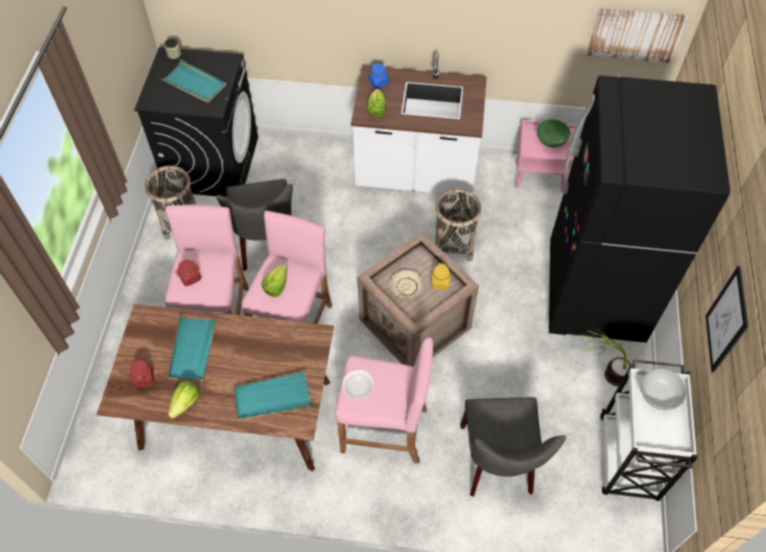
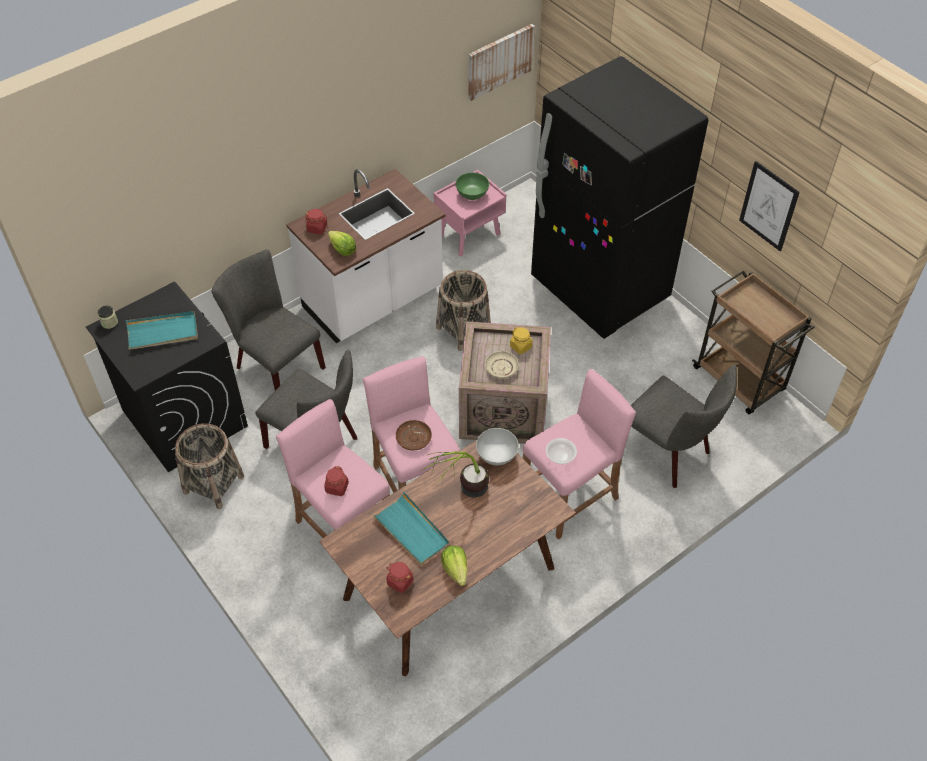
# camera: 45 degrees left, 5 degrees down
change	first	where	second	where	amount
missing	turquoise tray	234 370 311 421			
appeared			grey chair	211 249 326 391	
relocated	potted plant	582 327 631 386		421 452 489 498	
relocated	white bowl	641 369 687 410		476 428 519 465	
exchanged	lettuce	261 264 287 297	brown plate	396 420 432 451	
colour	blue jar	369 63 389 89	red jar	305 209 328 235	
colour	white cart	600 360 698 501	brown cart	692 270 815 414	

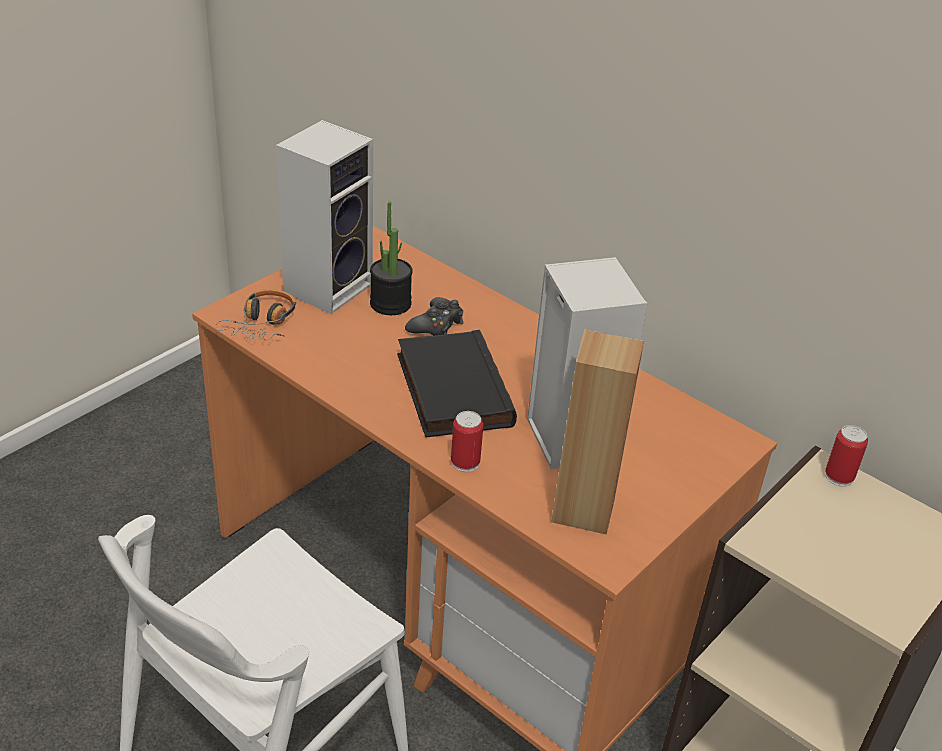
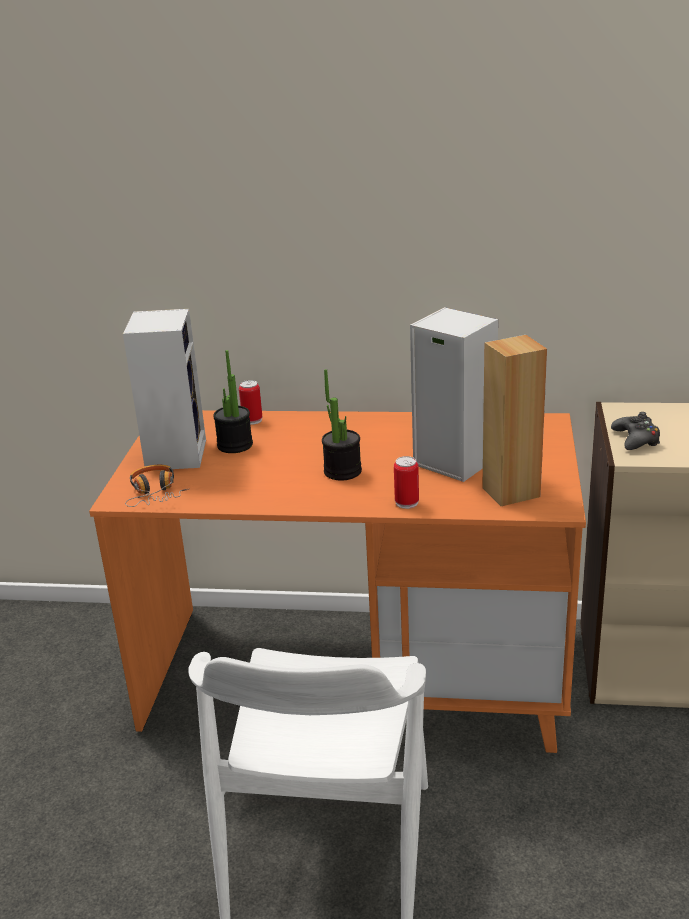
# camera: 30 degrees left, 10 degrees down
change	first	where	second	where	amount
relocated	black game controller	405 297 464 336		611 412 660 450	
relocated	can	825 425 868 487		239 380 262 425	
exchanged	black book	397 330 517 437	potted plant	322 369 362 481	

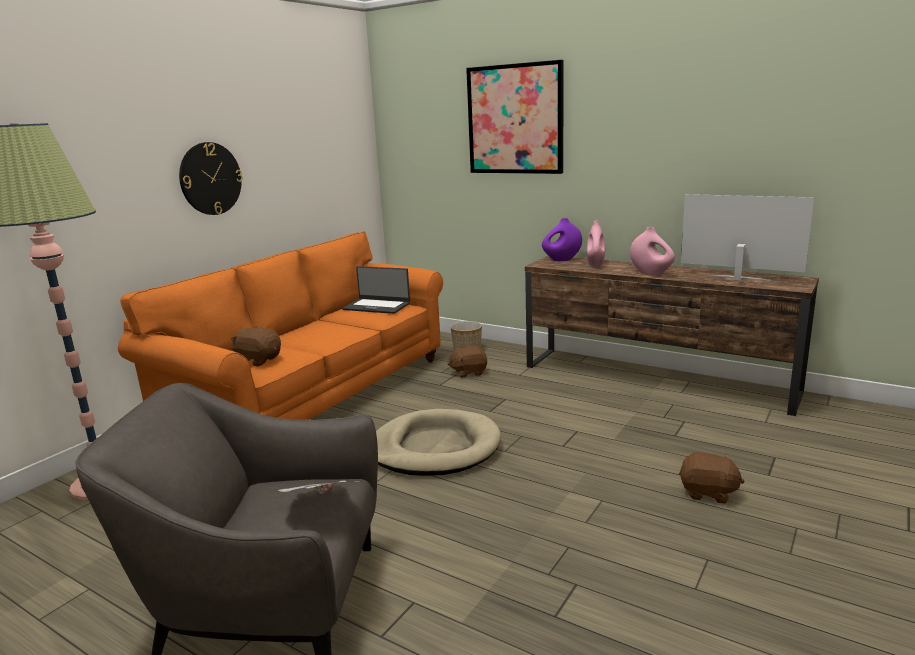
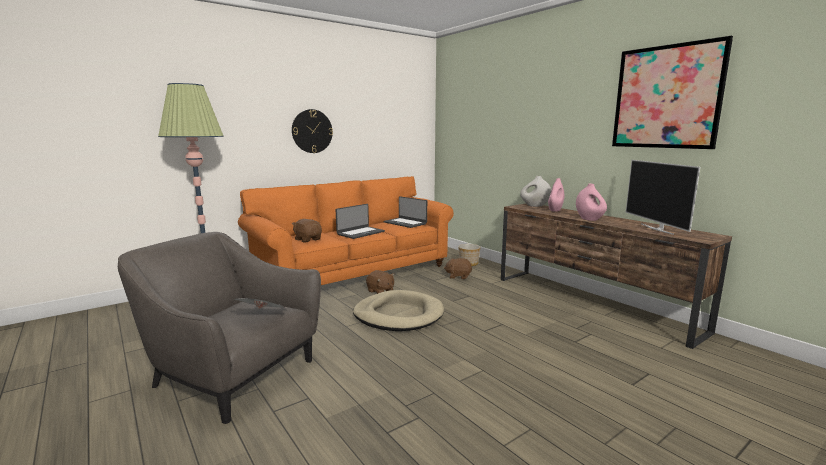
# camera: 20 degrees right, 5 degrees down
change	first	where	second	where	amount
appeared			laptop	336 204 385 239	
relocated	picture	466 60 564 174		612 36 733 149	
relocated	brown plush toy	679 452 745 504		366 270 395 294	
colour	purple vase	542 218 582 261	white vase	520 176 552 207	
spun	television	681 194 814 281		626 160 700 235	150 degrees counterclockwise

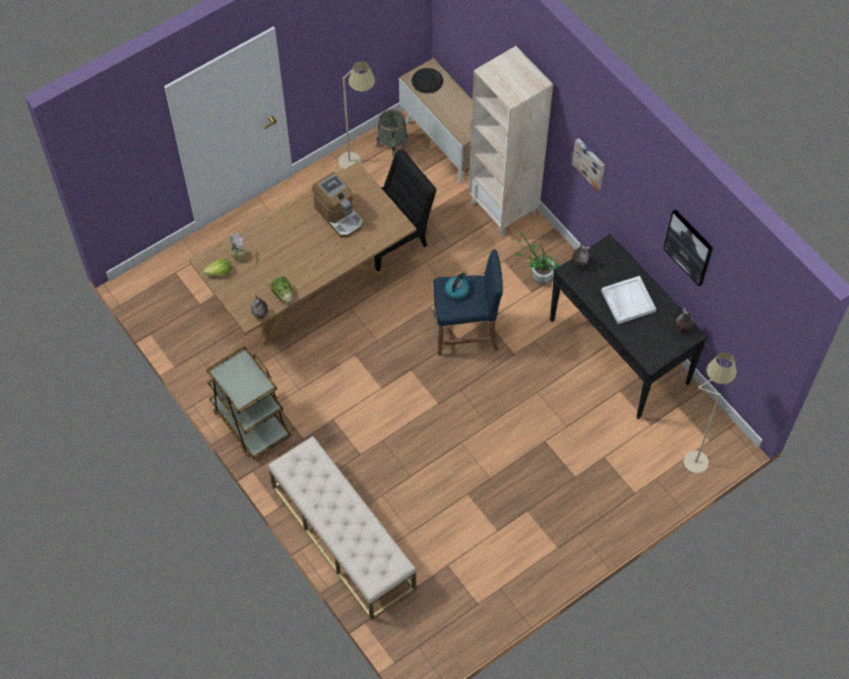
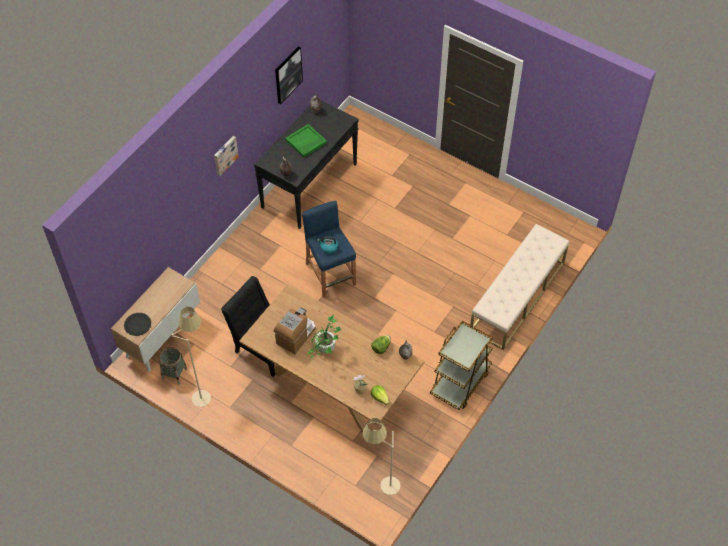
# camera: 110 degrees left, 5 degrees down
change	first	where	second	where	amount
missing	beige bookcase	469 46 553 237			
relocated	potted plant	514 228 561 284		307 315 342 358	
relocated	beige floor lamp	684 352 737 473		363 418 401 495	
colour	white tray	601 276 657 324	green tray	285 124 327 158	

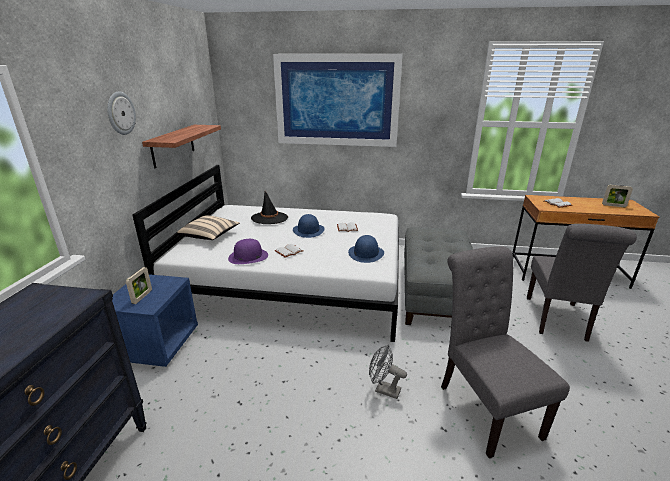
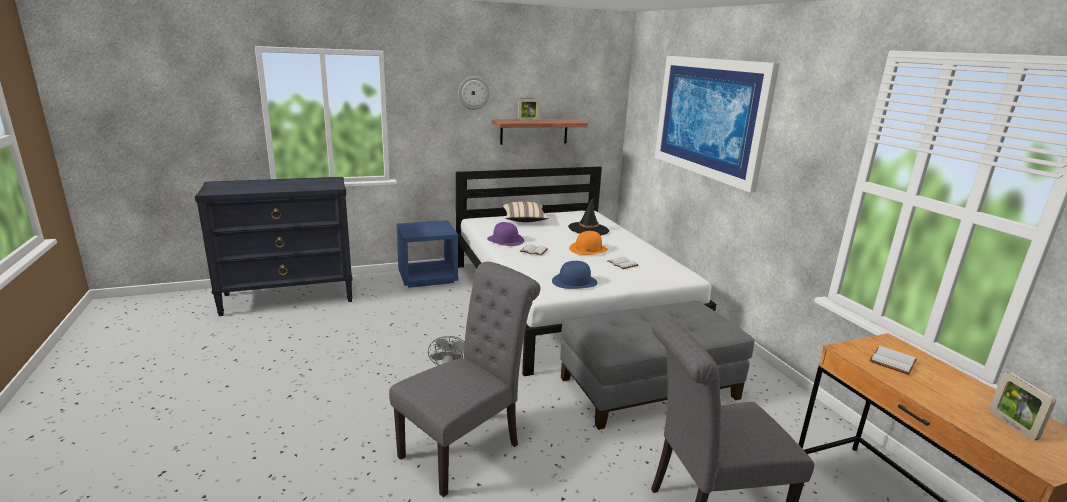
# camera: 60 degrees right, 5 degrees down
change	first	where	second	where	amount
relocated	picture frame	126 267 152 304		518 98 540 121	
colour	blue hat	293 214 325 238	orange hat	569 231 608 255	

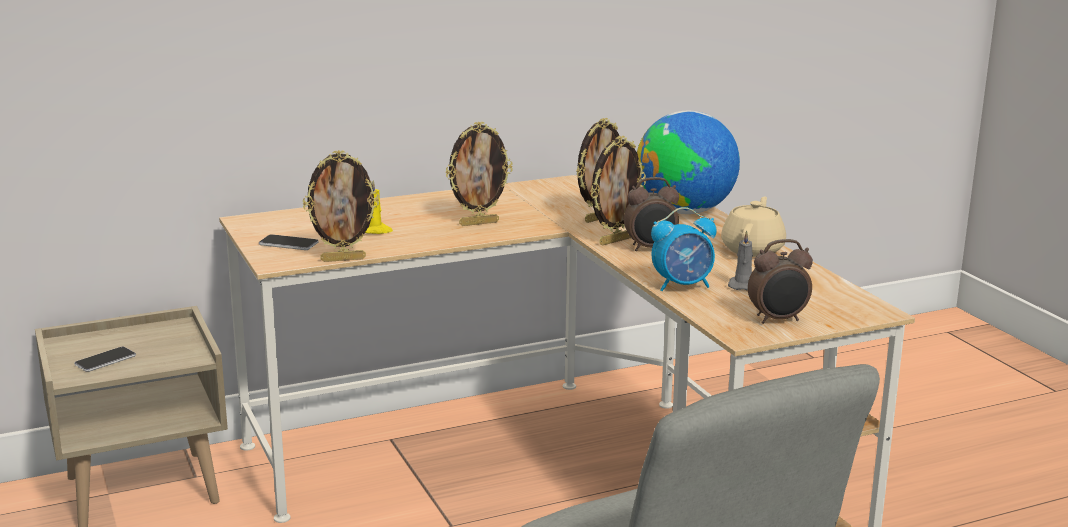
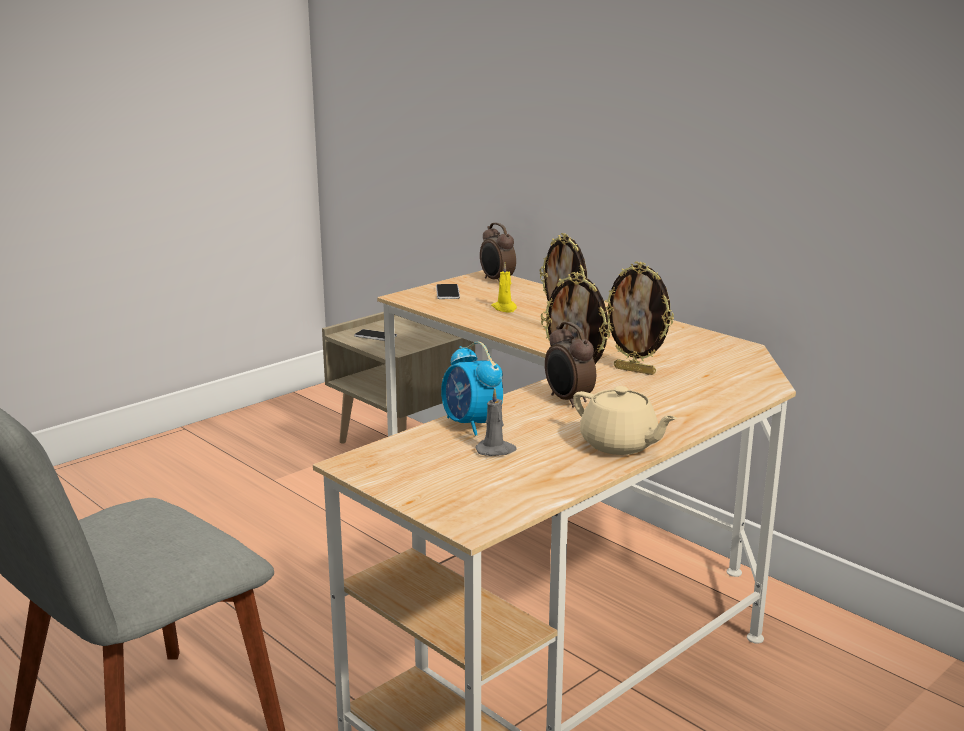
# camera: 70 degrees right, 0 degrees up
change	first	where	second	where	amount
missing	picture frame	303 150 379 262			
missing	globe	637 111 740 214			
relocated	alarm clock	748 239 813 324		480 223 516 281	
spun	beige teapot	721 197 786 257		573 386 677 455	45 degrees clockwise

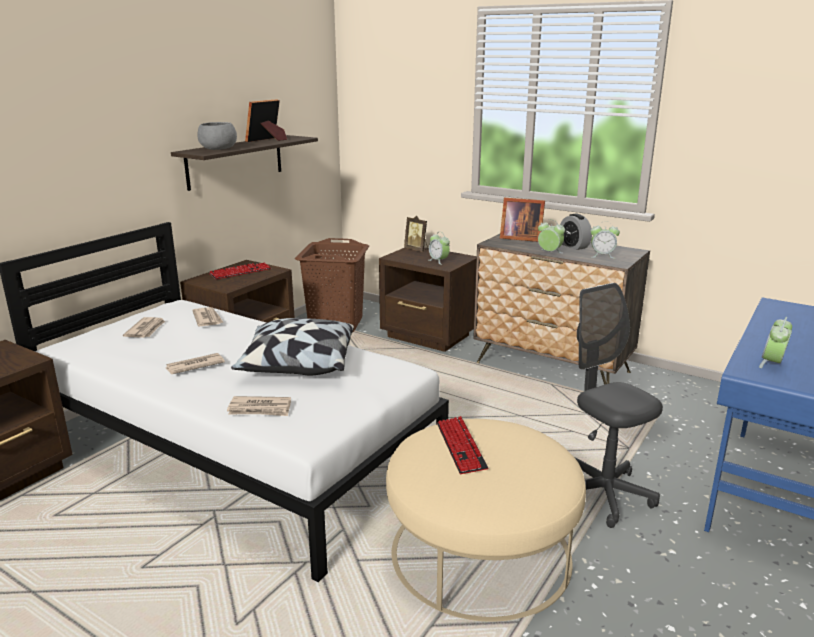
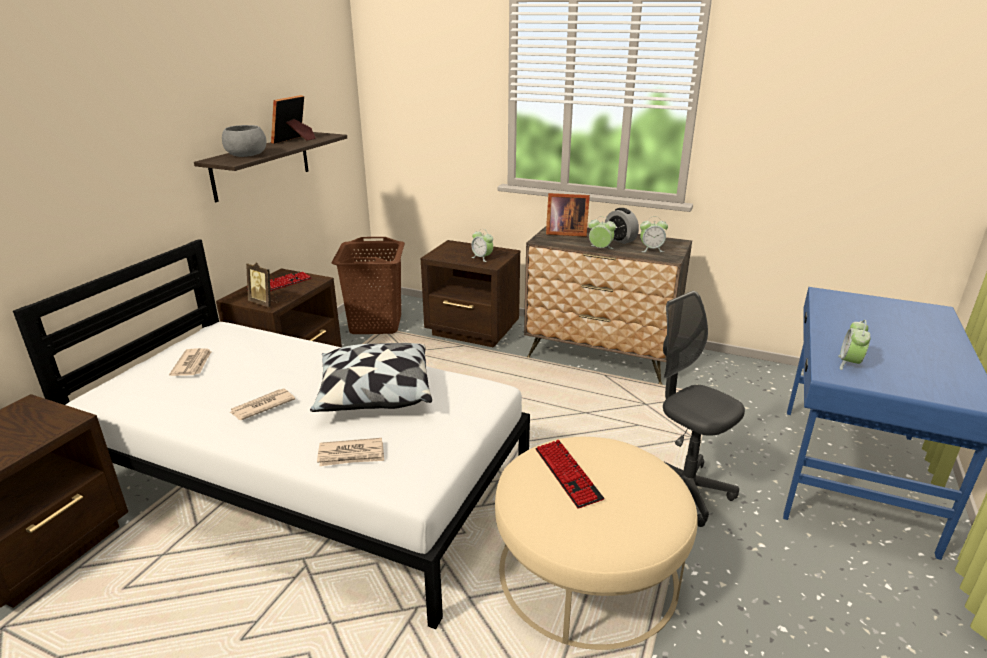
# camera: 10 degrees left, 5 degrees up
change	first	where	second	where	amount
missing	newspaper	192 307 224 326			
relocated	picture frame	404 215 428 252		246 262 279 307	

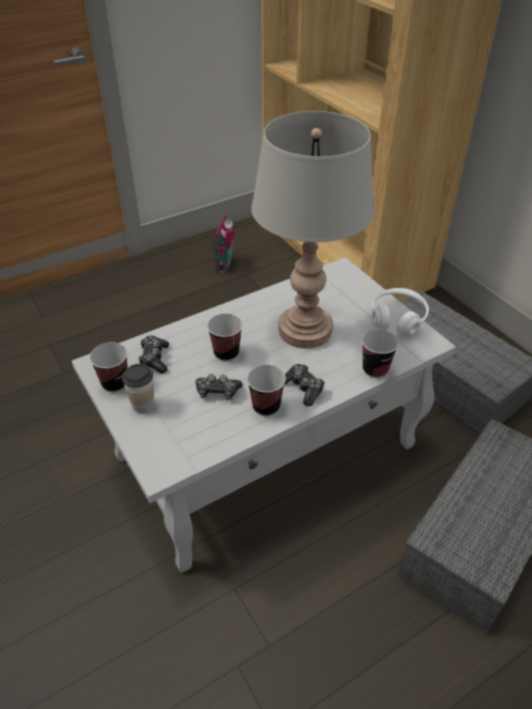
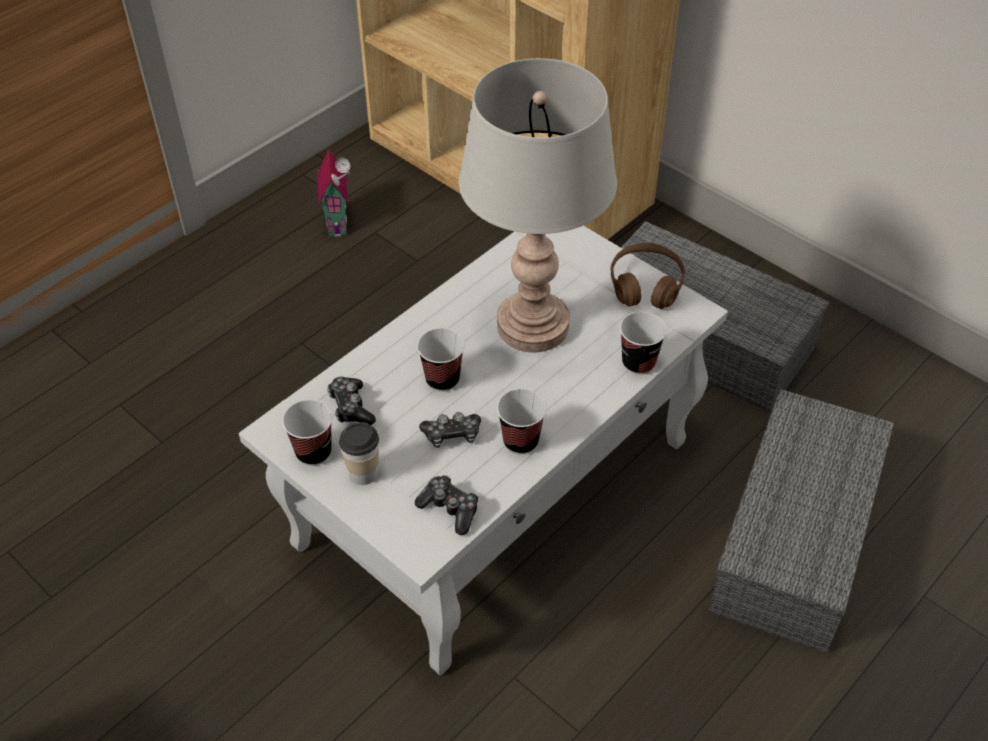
# camera: 15 degrees left, 5 degrees up
change	first	where	second	where	amount
relocated	game controller	285 364 325 406		415 475 478 535	
colour	white headphones	372 288 429 336	brown headphones	611 243 685 309	

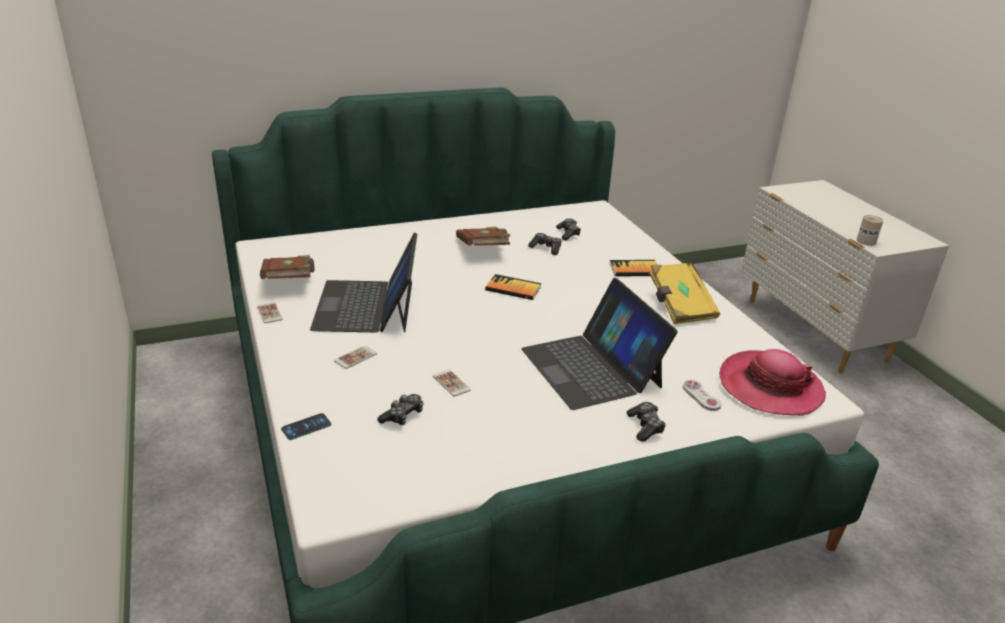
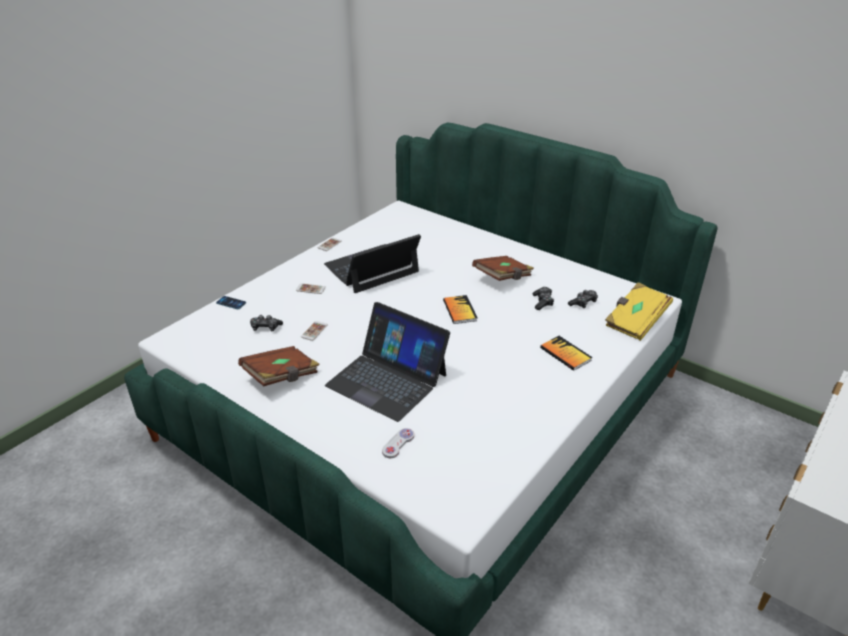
# camera: 60 degrees right, 5 degrees up
change	first	where	second	where	amount
missing	game controller	627 402 666 442			
missing	hat	720 349 826 416			
missing	can	857 215 883 246			
relocated	brown book	260 255 315 279		238 346 320 386	
relocated	yellow book	649 263 720 324		605 282 673 341	
spun	laptop	521 278 678 410		325 302 450 422	90 degrees counterclockwise

